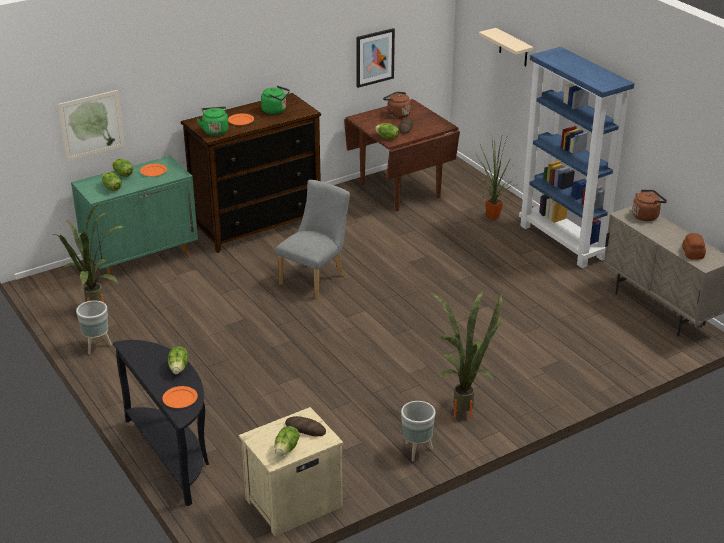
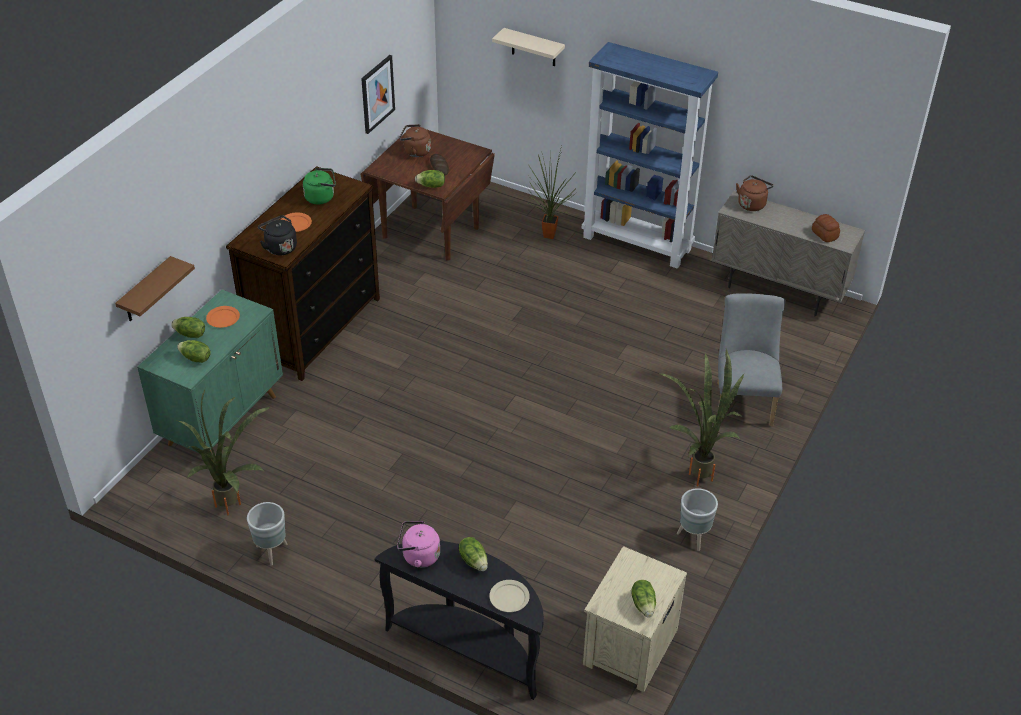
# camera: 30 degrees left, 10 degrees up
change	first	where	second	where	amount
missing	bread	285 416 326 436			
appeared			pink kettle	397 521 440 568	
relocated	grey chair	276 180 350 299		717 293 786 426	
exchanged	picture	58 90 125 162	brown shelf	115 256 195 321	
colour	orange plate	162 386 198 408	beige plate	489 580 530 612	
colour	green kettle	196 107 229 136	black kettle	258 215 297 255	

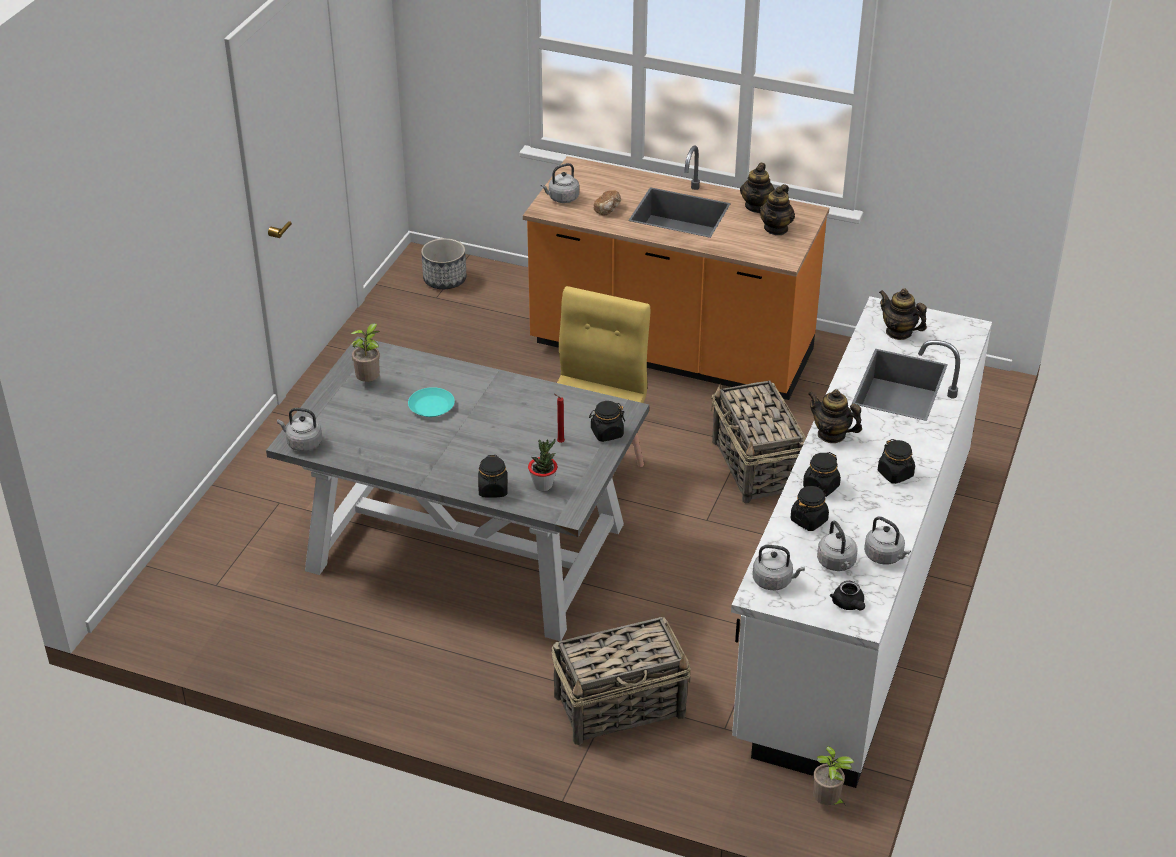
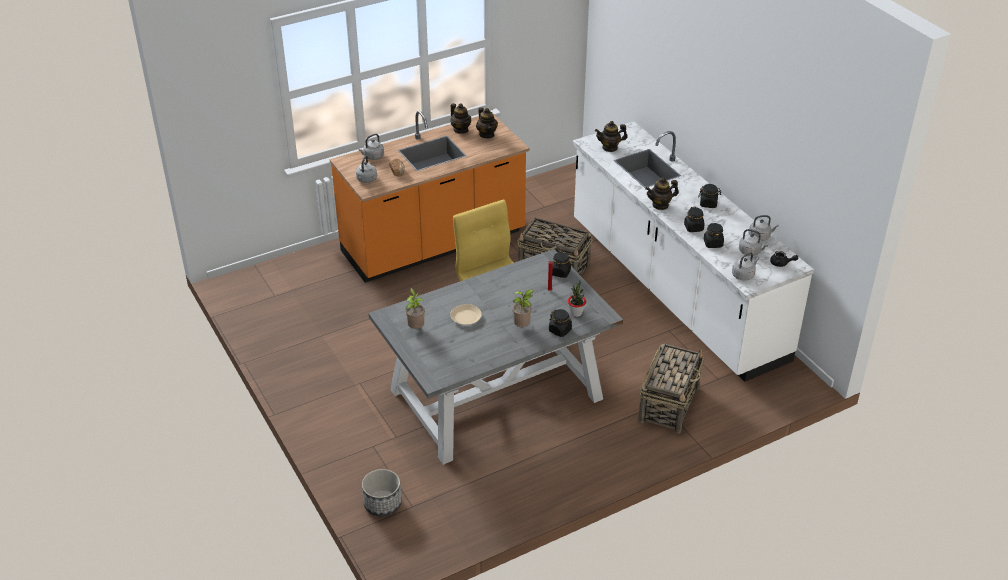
# camera: 50 degrees left, 0 degrees up
change	first	where	second	where	amount
relocated	grey kettle	277 408 322 452		358 134 384 160	
relocated	planter	421 238 467 289		362 469 402 516	
relocated	potted plant	813 746 854 806		512 289 534 327	
colour	turquoise plate	408 387 455 417	beige plate	450 304 482 325	

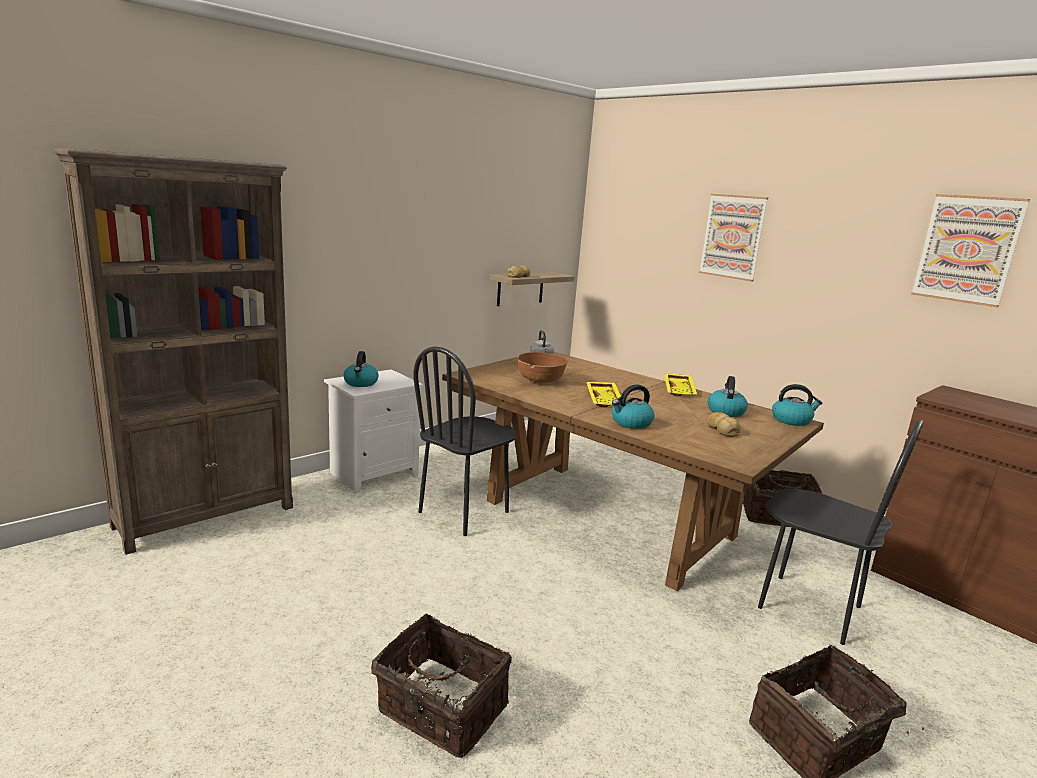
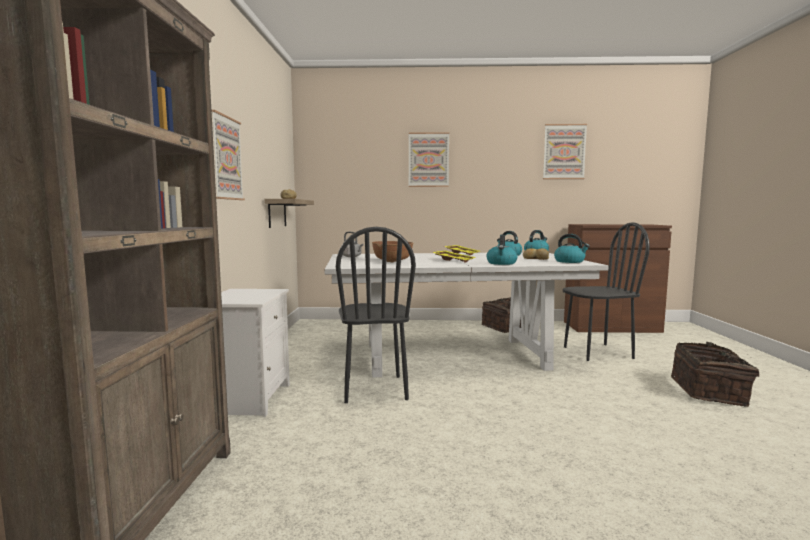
# camera: 45 degrees left, 10 degrees down
change	first	where	second	where	amount
missing	basket	371 613 512 758			
appeared			picture	211 110 245 200	
relocated	kettle	343 351 378 387		554 234 590 263	
colour	brown dining table	442 352 824 591	white dining table	325 252 609 378	

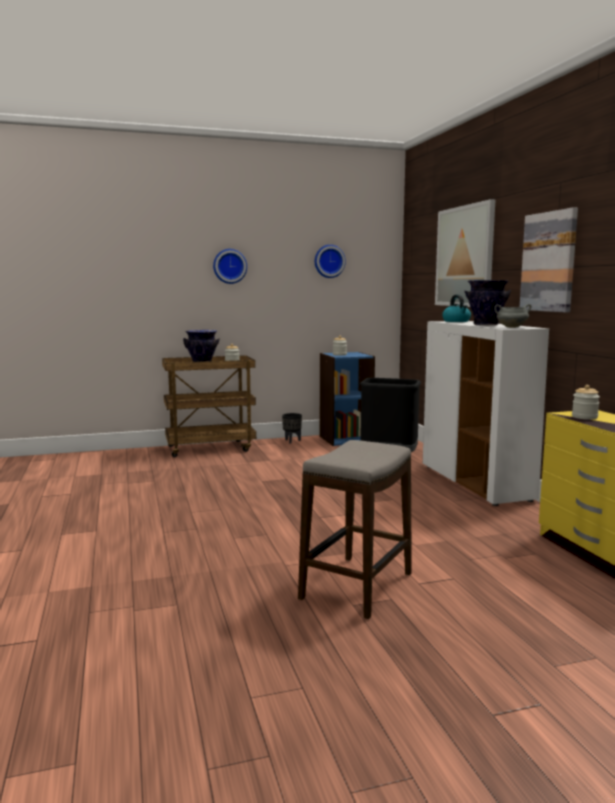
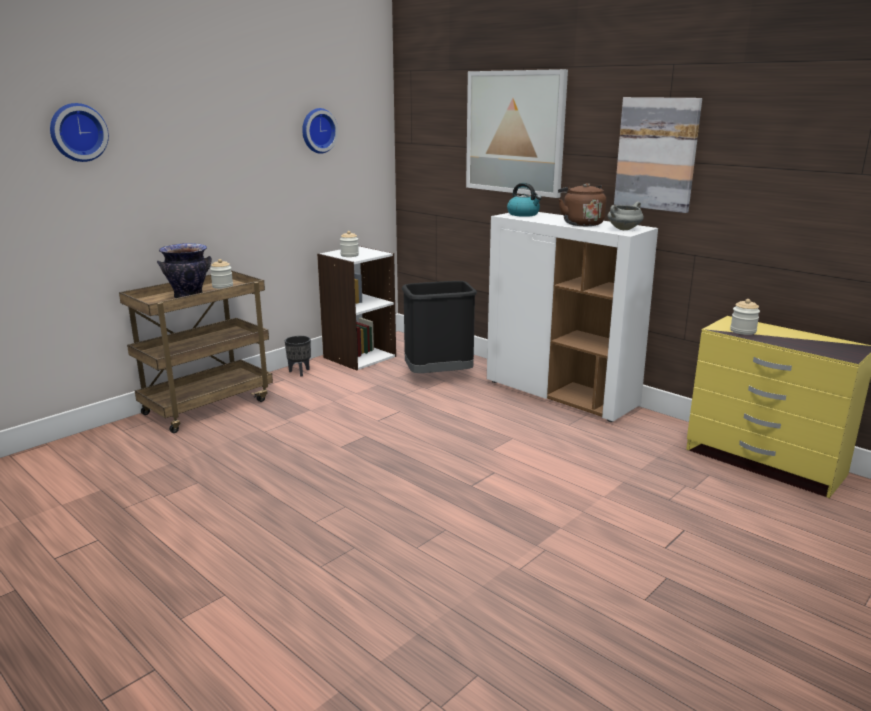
# camera: 30 degrees left, 10 degrees up
change	first	where	second	where	amount
missing	stool	298 440 412 619			
relocated	wall clock	213 249 247 284		50 103 109 162	
exchanged	vase	464 280 511 325	brown kettle	558 183 606 226	
colour	blue bookcase	320 352 375 446	white bookcase	317 246 396 371	

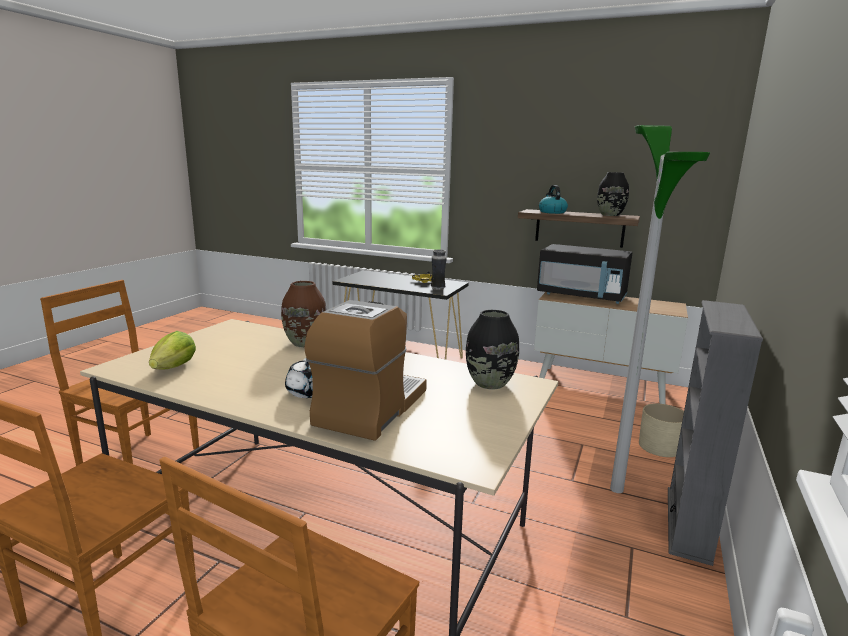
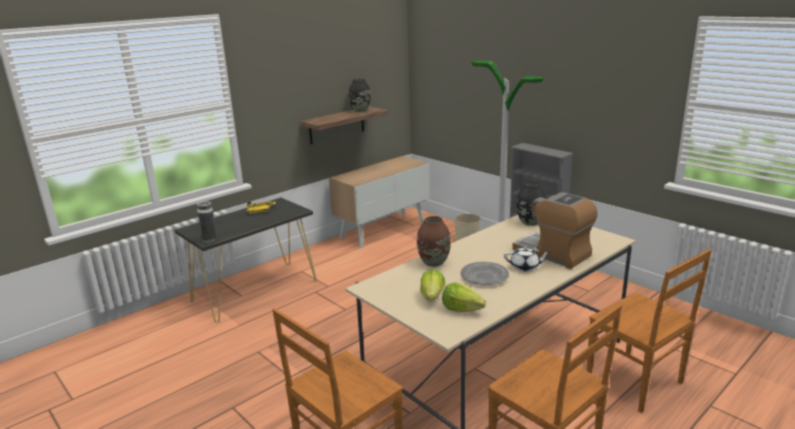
# camera: 65 degrees left, 5 degrees up
change	first	where	second	where	amount
missing	black microwave	537 244 632 304			
missing	kettle	539 185 568 214			
appeared			lettuce	420 269 445 301	
appeared			grey plate	461 262 509 285	
relocated	vase	431 249 447 290		197 201 217 243	

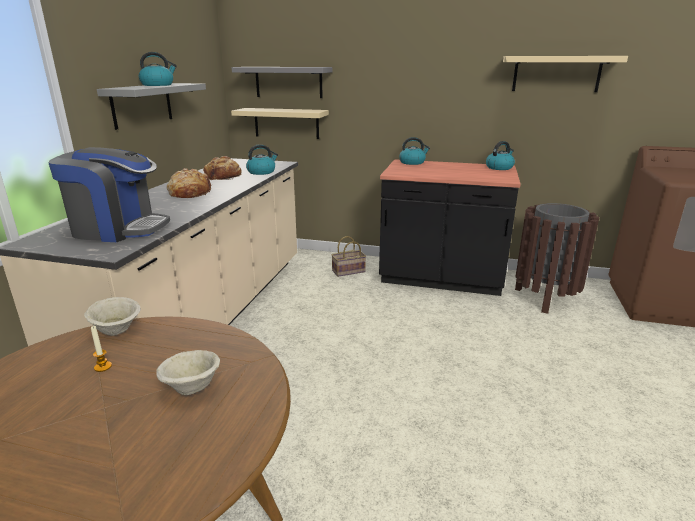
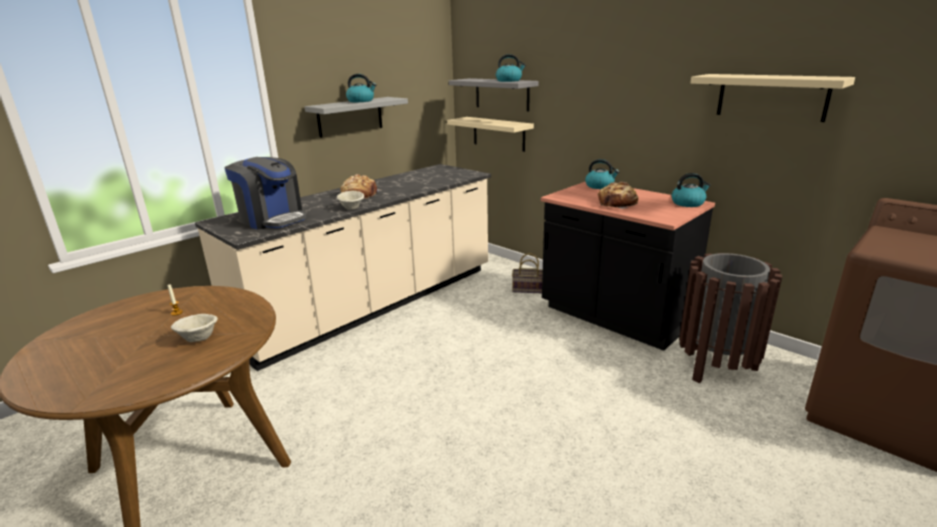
# camera: 30 degrees right, 0 degrees up
change	first	where	second	where	amount
relocated	beige bowl	84 297 141 336		337 191 364 210	
relocated	bread	203 156 242 180		598 182 639 209	
relocated	kettle	246 144 278 175		496 54 526 82	

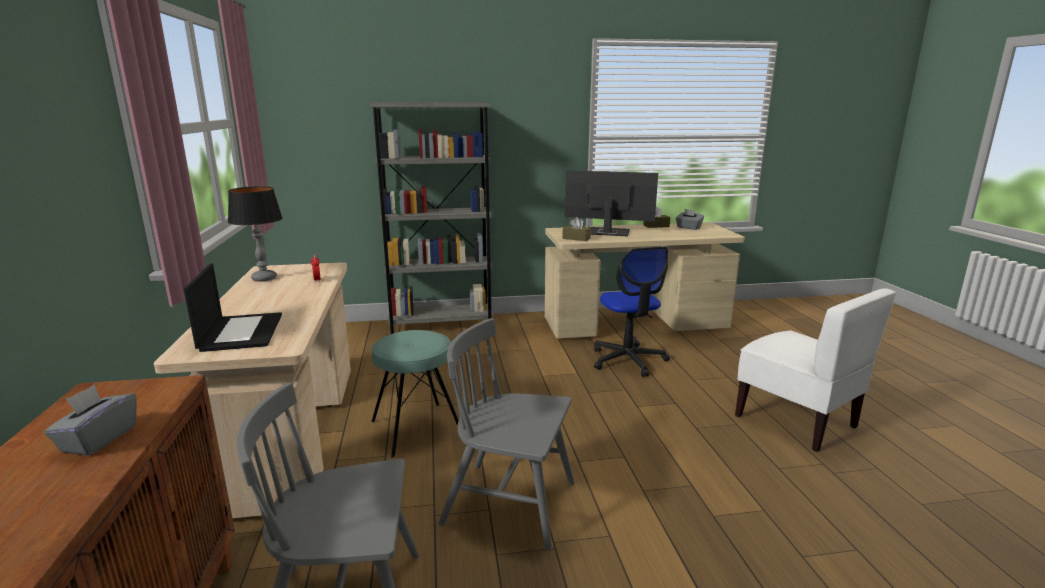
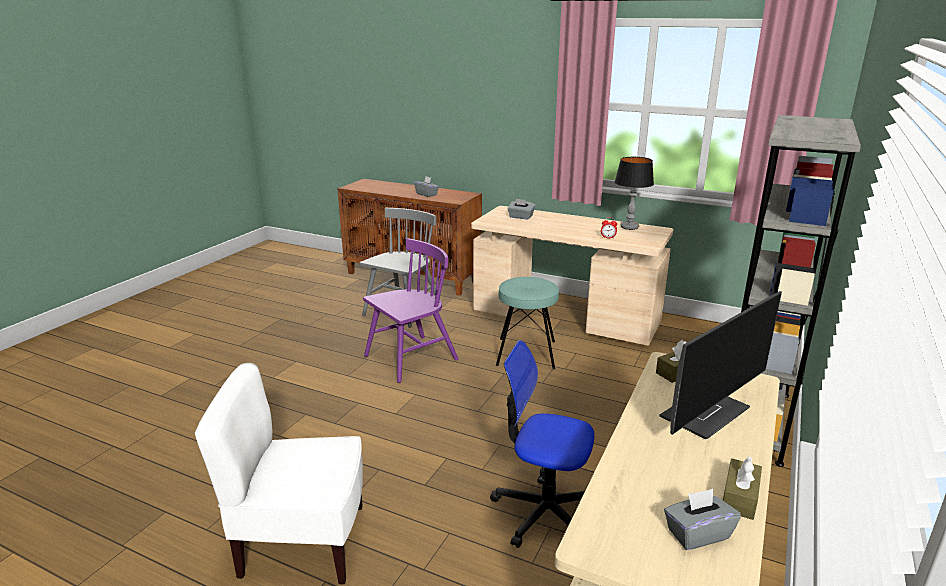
# camera: 125 degrees right, 5 degrees up
change	first	where	second	where	amount
exchanged	laptop	184 264 282 352	grey tissue box	507 199 535 219	
colour	grey chair	438 318 575 551	purple chair	363 238 458 383	

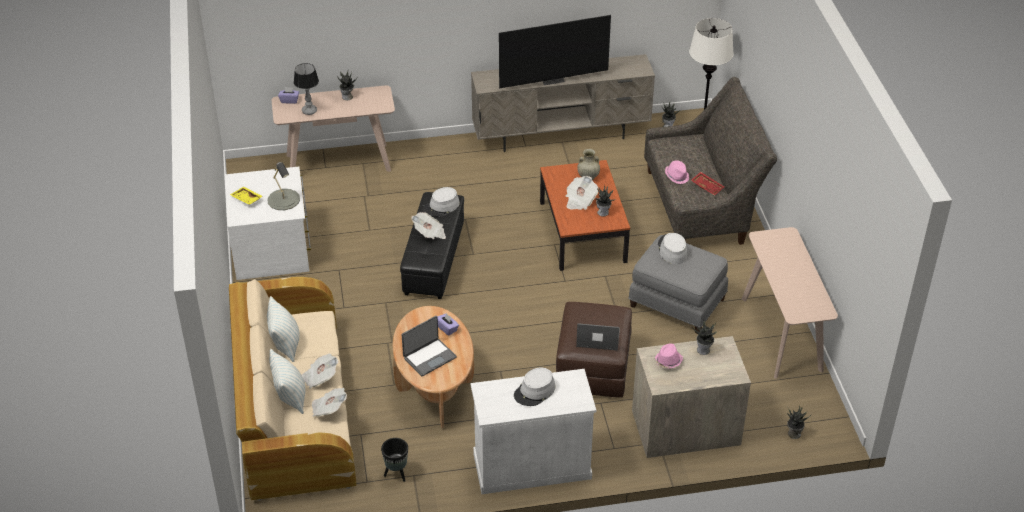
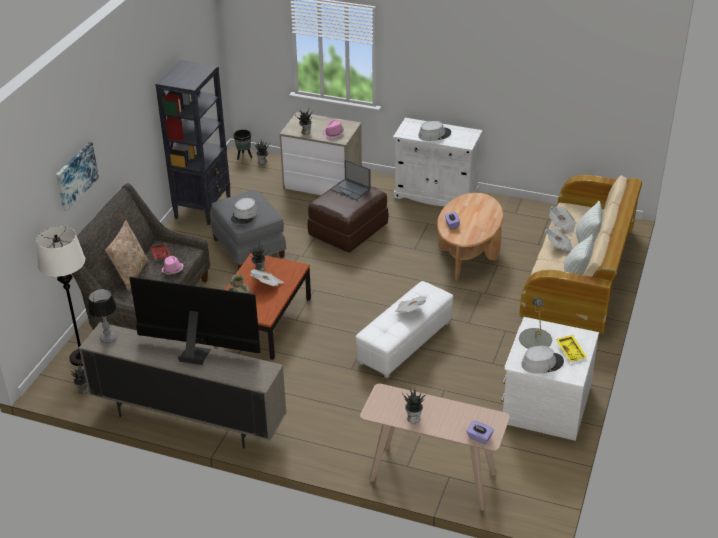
# camera: 150 degrees left, 5 degrees down
change	first	where	second	where	amount
missing	laptop	402 316 457 376			
appeared			picture	56 142 99 211	
appeared			beige pillow	105 220 149 291	
relocated	table lamp	294 63 319 115		89 289 117 344	
relocated	black planter	381 438 408 482		233 129 252 160	
relocated	grey hat	423 187 460 217		521 345 564 374	
exchanged	beige console table	742 227 838 379	black bookcase	155 60 231 225	
colour	black ottoman	400 192 464 299	white ottoman	355 281 453 378	

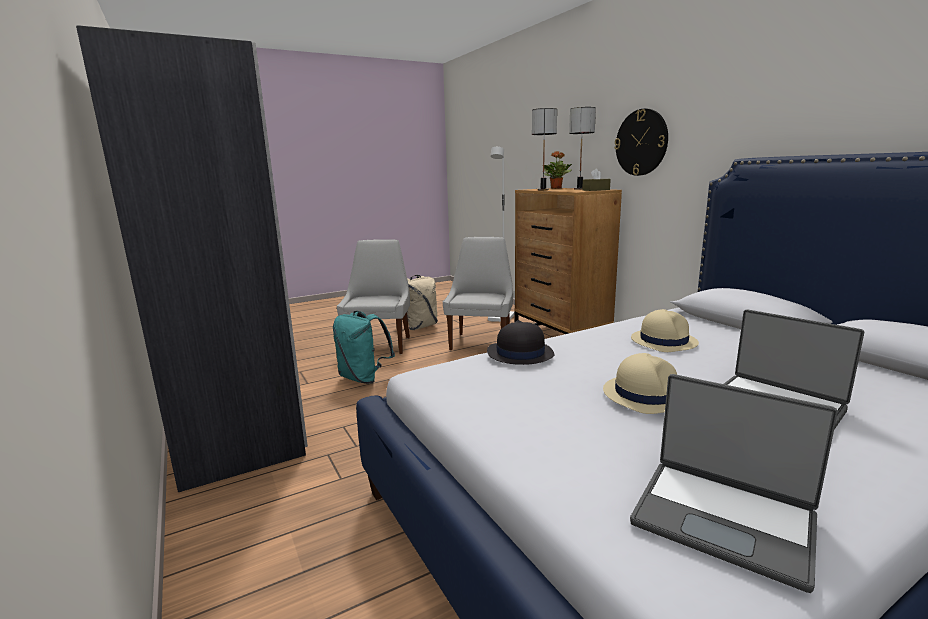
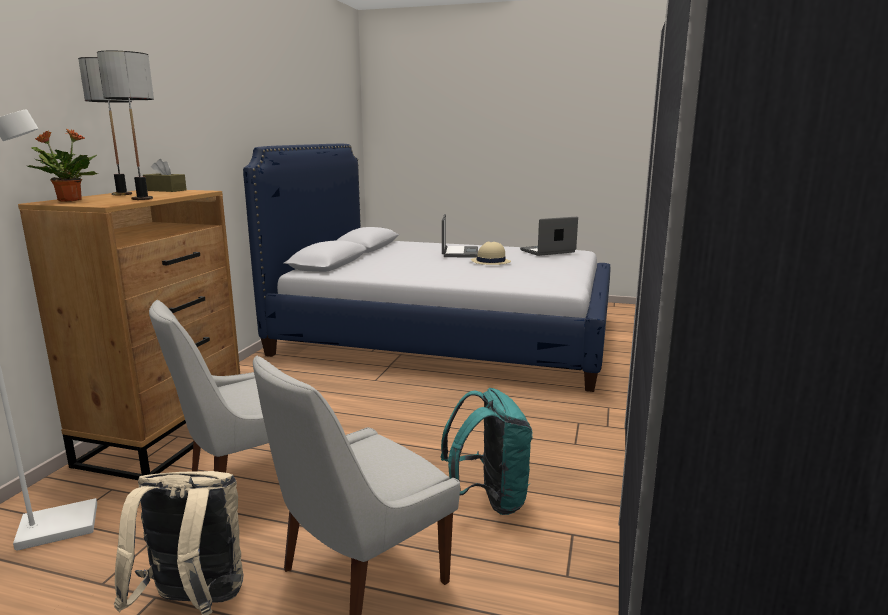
# camera: 135 degrees left, 0 degrees up
change	first	where	second	where	amount
missing	black hat	487 320 554 365			
missing	wall clock	614 109 668 176			
missing	beige hat	631 309 699 352			
spun	laptop	630 374 838 593		520 217 578 256	105 degrees counterclockwise

